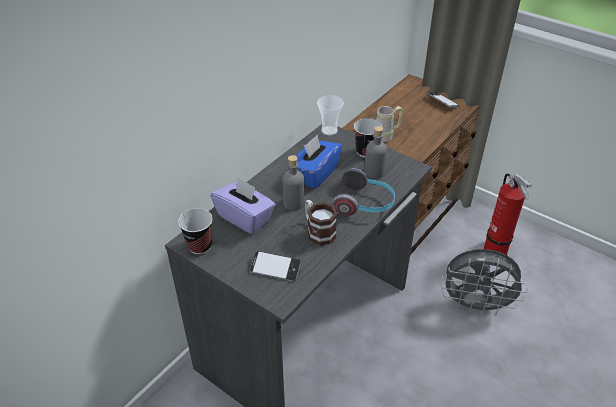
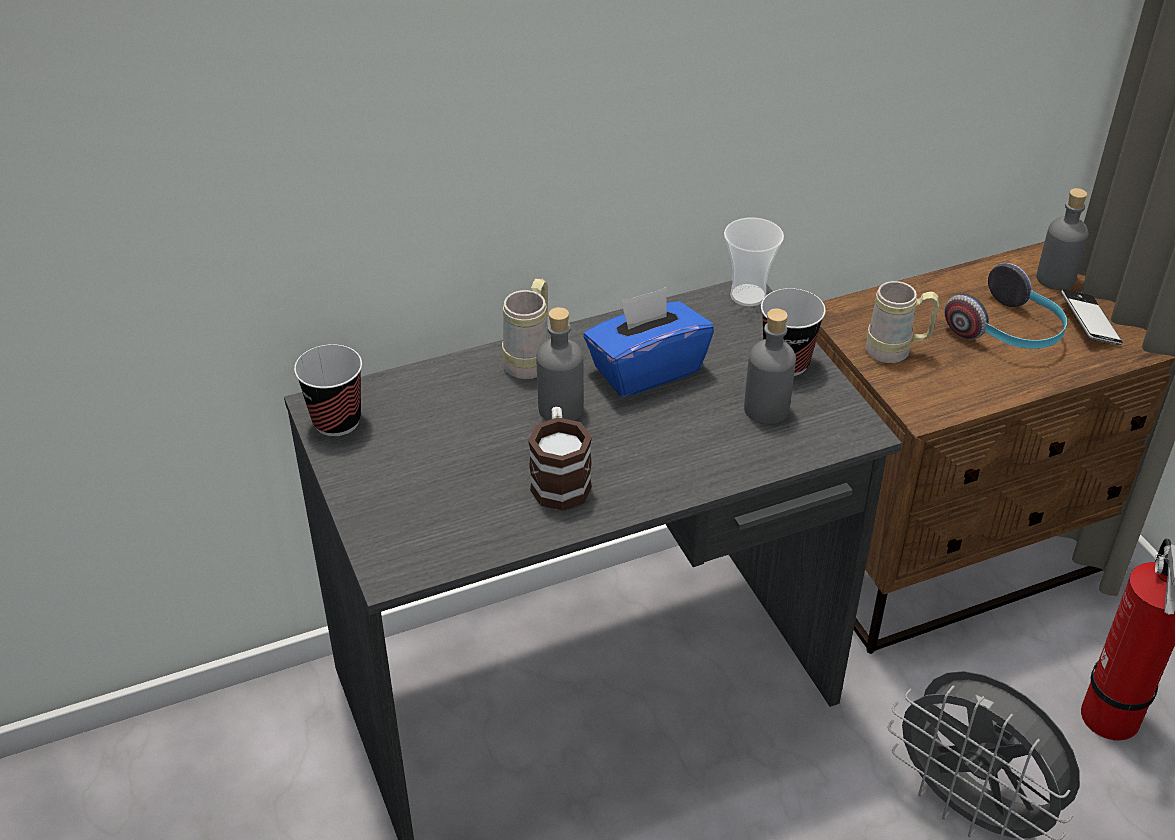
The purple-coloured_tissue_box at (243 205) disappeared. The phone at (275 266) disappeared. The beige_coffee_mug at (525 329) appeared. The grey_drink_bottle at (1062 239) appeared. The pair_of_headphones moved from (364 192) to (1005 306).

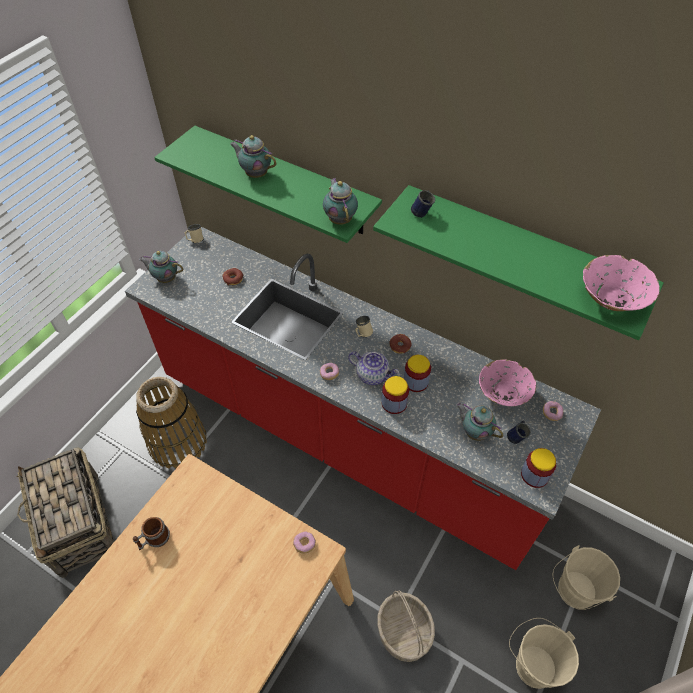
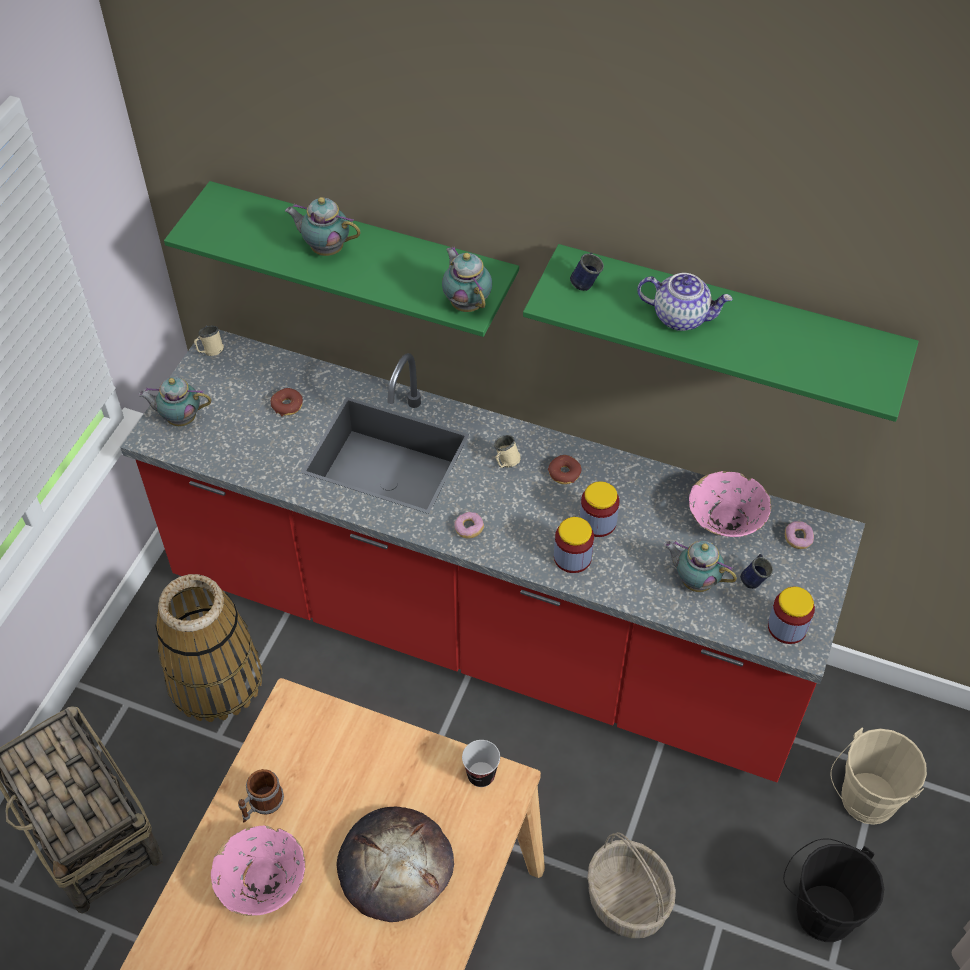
The bread at (395 864) appeared. The pot_for_tea moved from (373 368) to (685 302). The pink_bowl moved from (621 283) to (258 871). The ring_doughnut at (304 542) was replaced by the small_cup at (481 763). The beige_water_bucket at (544 653) became the black-coloured_water_bucket at (833 890).

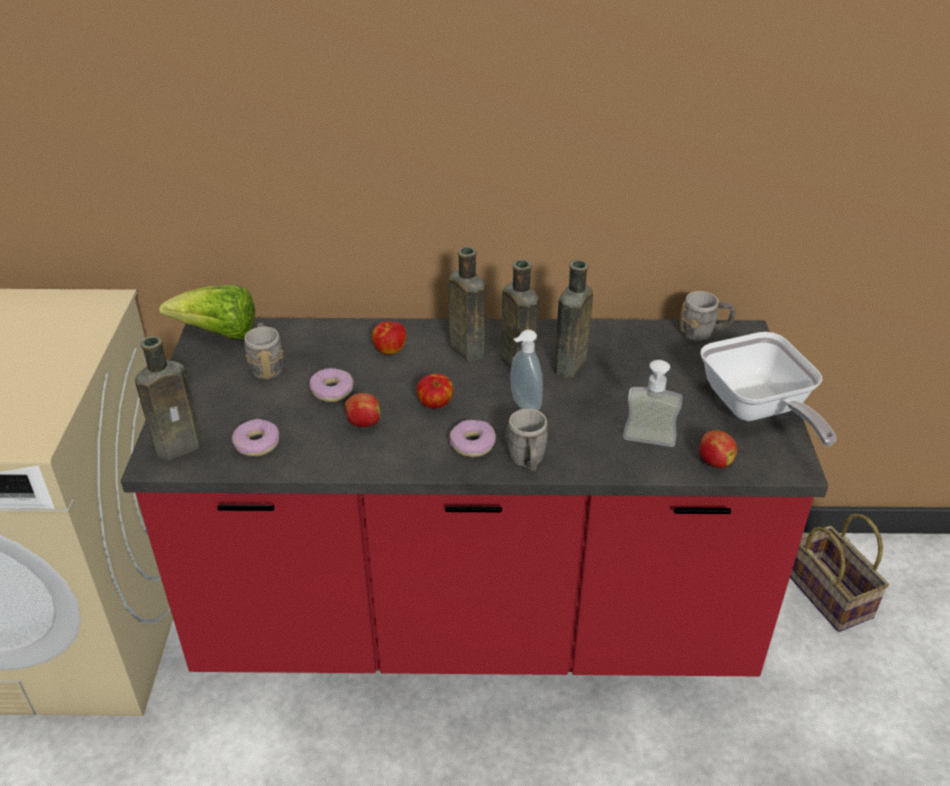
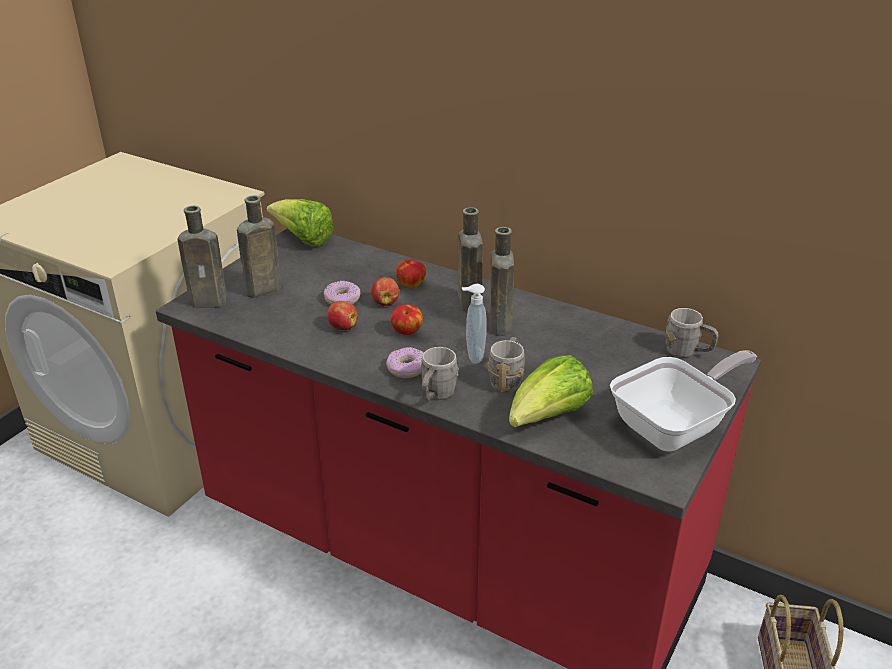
The ring_doughnut at (255 437) disappeared. The grey_coffee_mug moved from (264 351) to (506 365). The brown-coloured_drink_bottle moved from (573 319) to (259 246). The apple moved from (718 449) to (385 291). The liquid_soap_bottle at (652 403) was replaced by the lettuce at (551 391). The pan at (769 389) turned 135 degrees counterclockwise.

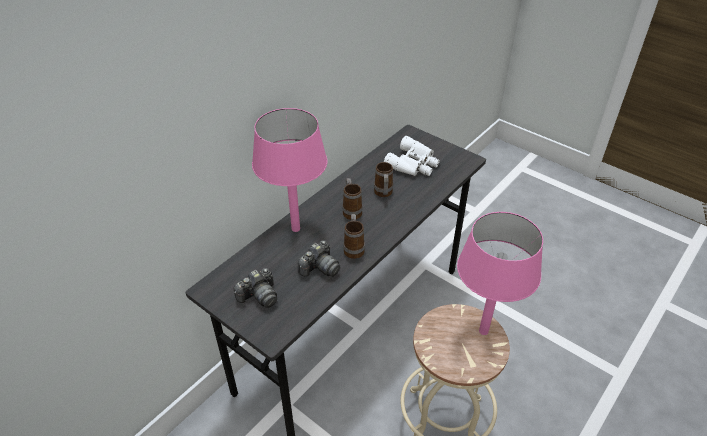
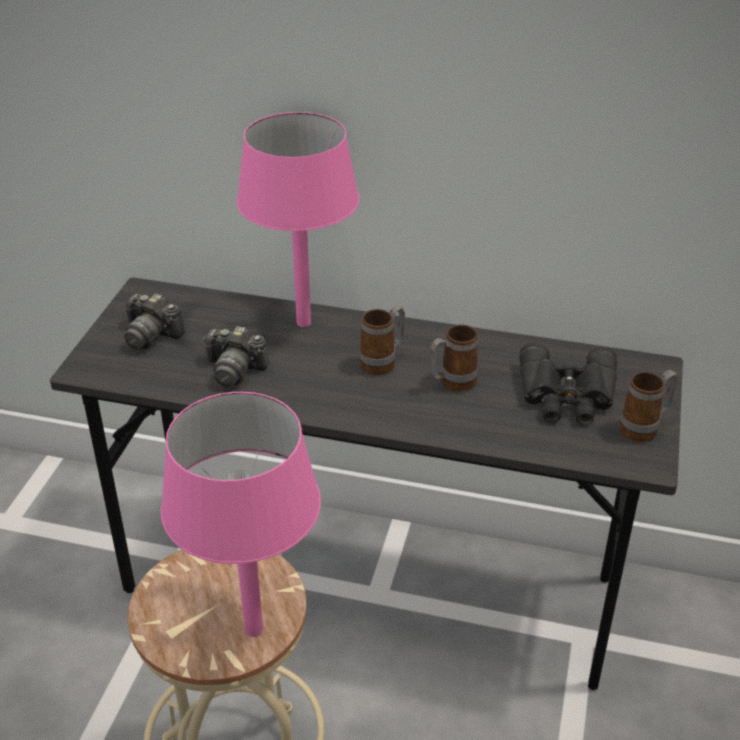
The coffee_mug moved from (354 236) to (648 406). The white_field_glasses at (412 156) became the black-coloured_field_glasses at (568 384).

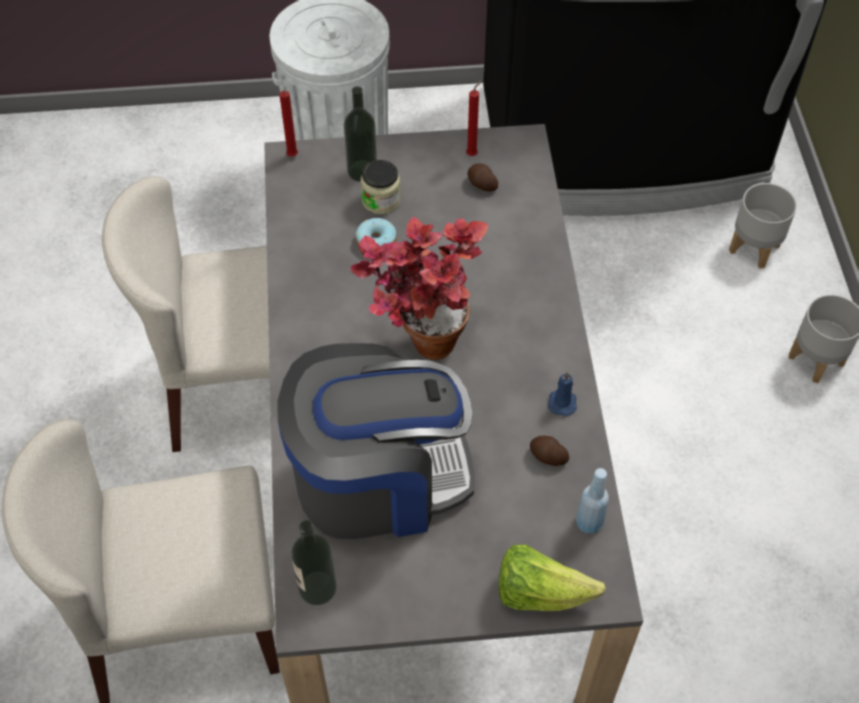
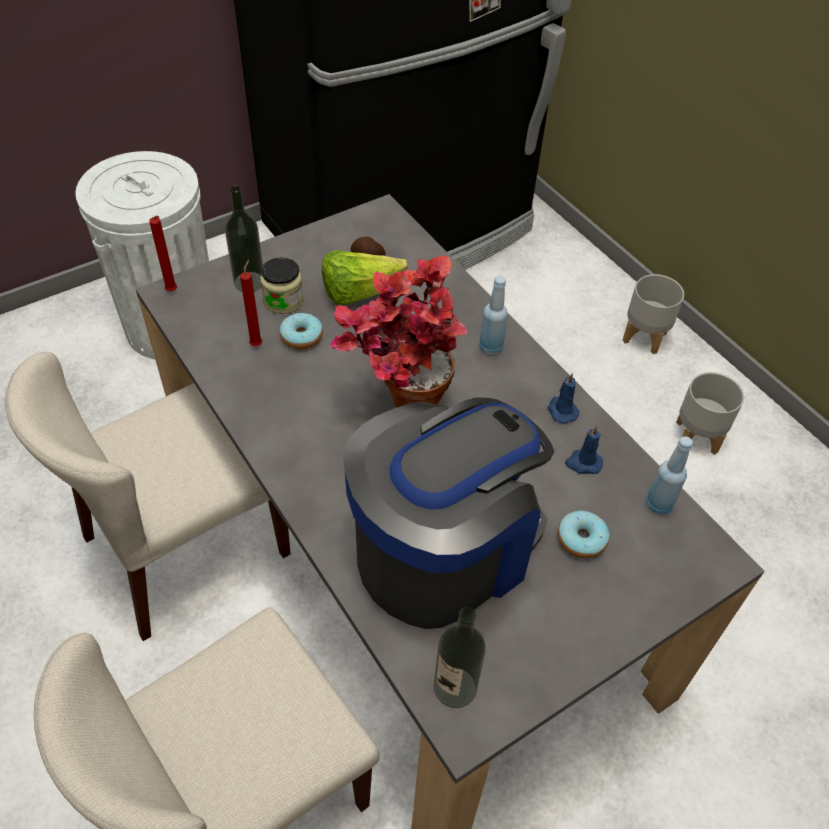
The blue-coloured_drink_bottle at (493 315) appeared. The ring_doughnut at (583 534) appeared. The red-coloured_wax_light moved from (473 118) to (251 302). The lettuce moved from (552 577) to (365 277). The grey_flower_pot moved from (763 226) to (710 413). The spud at (549 450) was replaced by the blue-coloured_wax_light at (584 449).

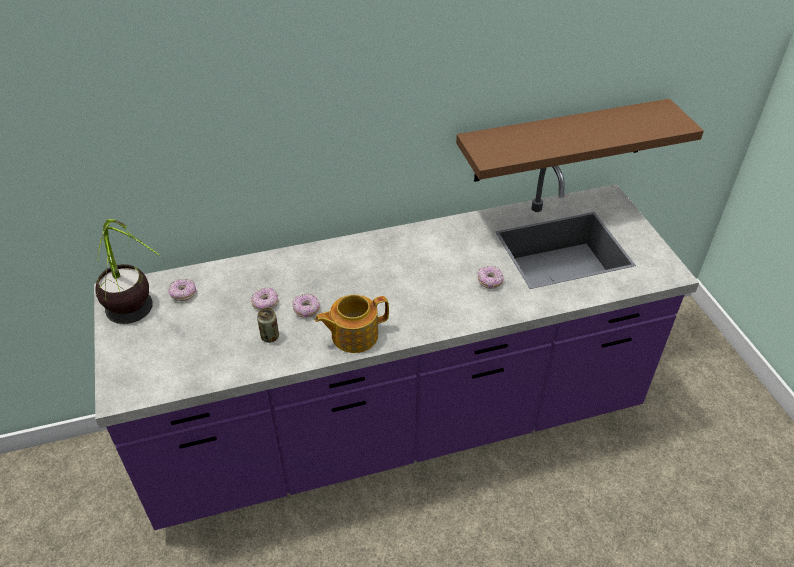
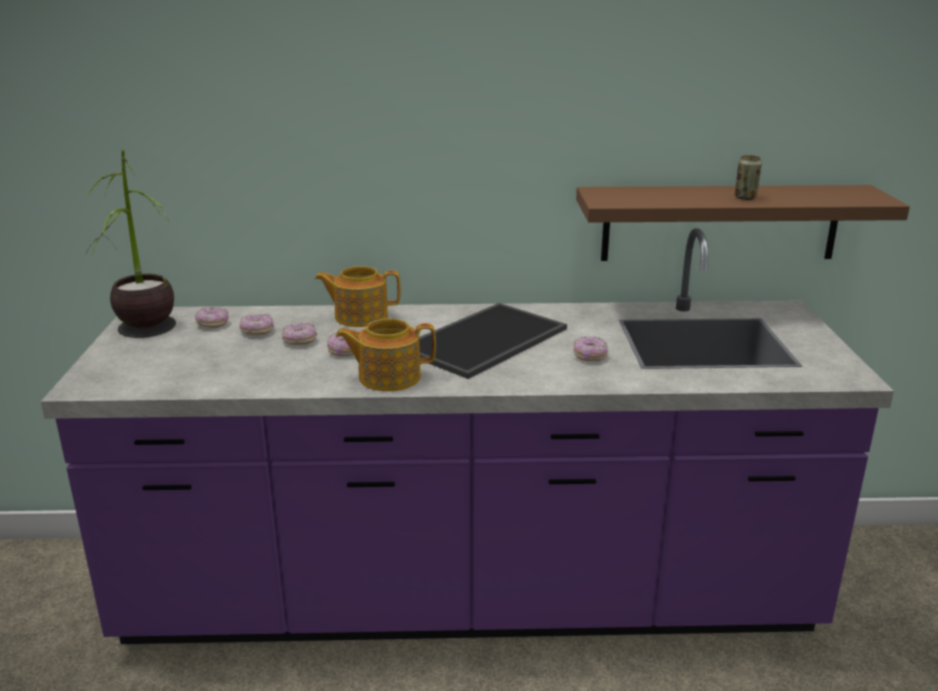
The ring_doughnut at (256 324) appeared. The pot_for_tea at (358 296) appeared. The tray at (493 341) appeared. The can moved from (268 325) to (748 177).

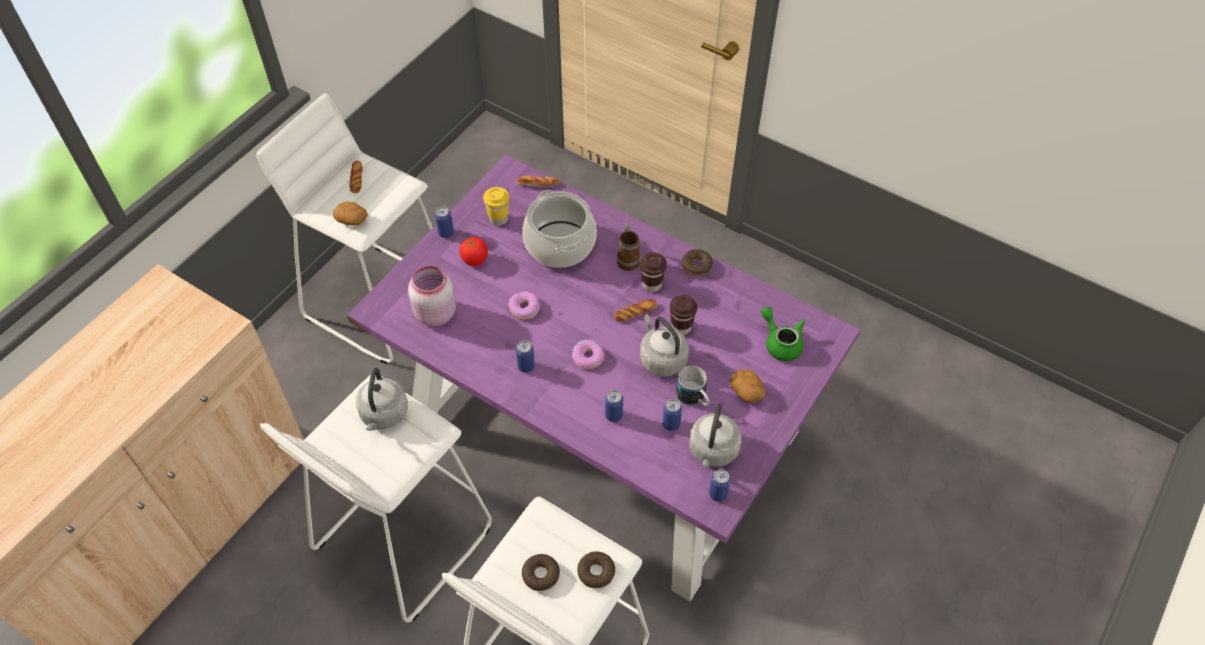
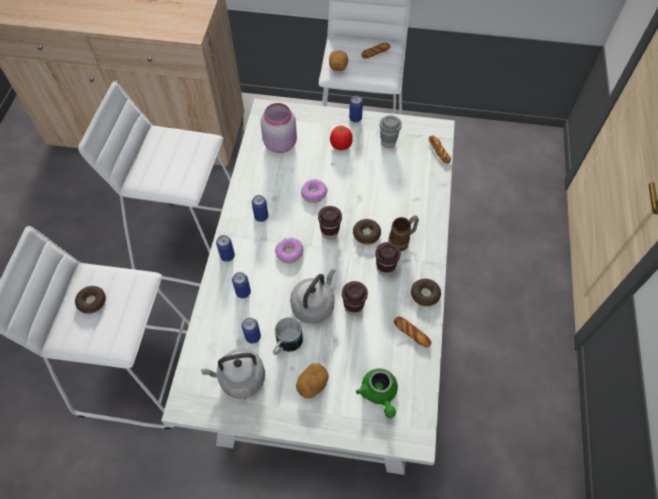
The grey_water_kettle at (382 399) disappeared. The saucepot at (559 229) disappeared. The brown-coloured_small_cup at (330 223) appeared. The ring_doughnut moved from (596 570) to (367 231). The bread moved from (635 310) to (413 332). The can moved from (720 485) to (225 248). The purple-coloured_dining_table at (603 378) became the white_dining_table at (308 286). The yellow_small_cup at (496 206) became the grey_small_cup at (391 131). The green_pot_for_tea at (783 334) turned 135 degrees clockwise.

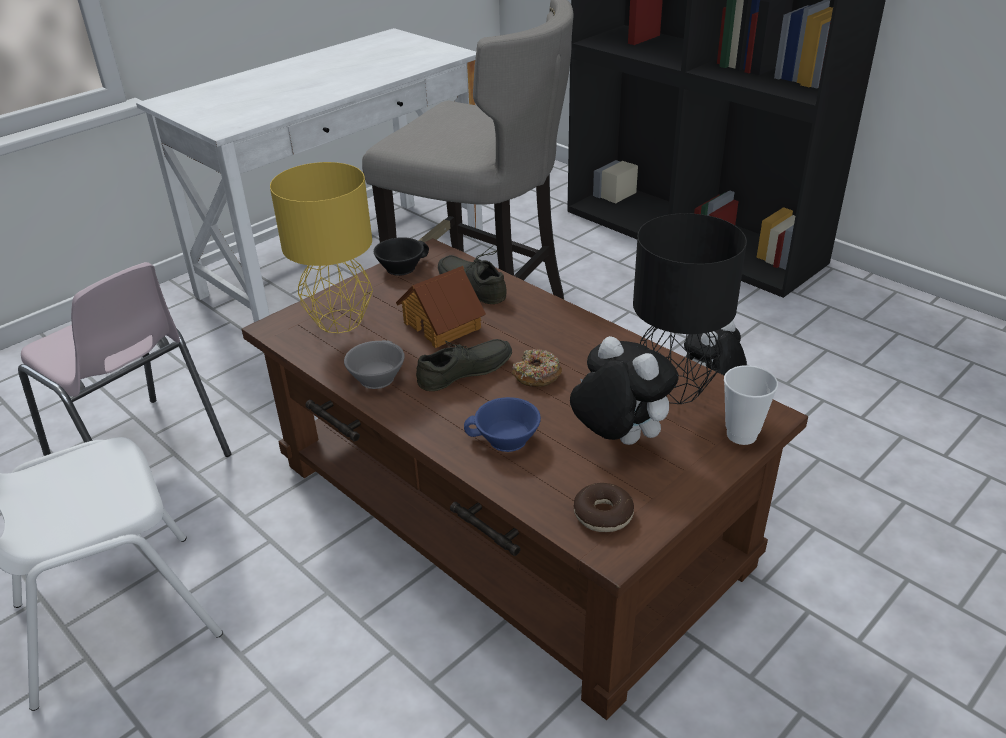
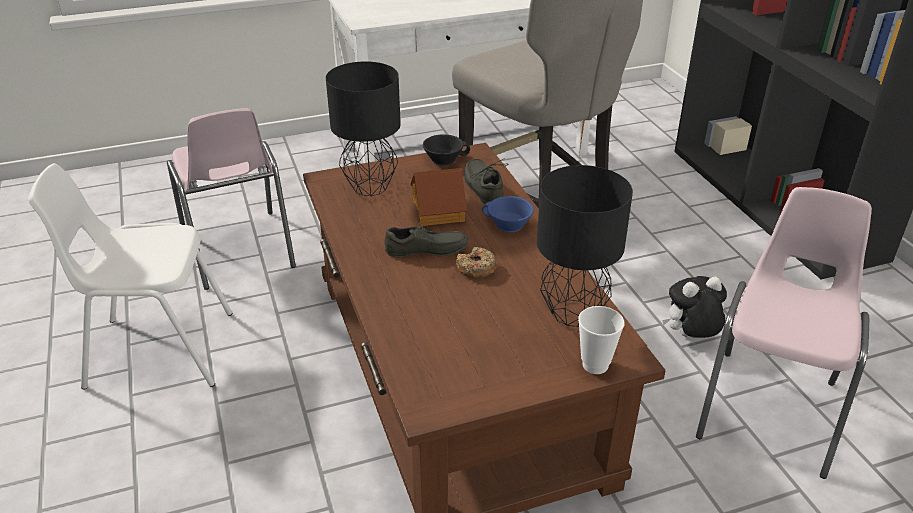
The grey_small_cup at (374 364) disappeared. The cuddly_toy at (624 390) disappeared. The ring_doughnut at (604 507) disappeared. The pink_chair at (784 333) appeared. The blue-coloured_small_cup moved from (502 424) to (508 214). The yellow_table_lamp at (321 247) became the black-coloured_table_lamp at (363 128).

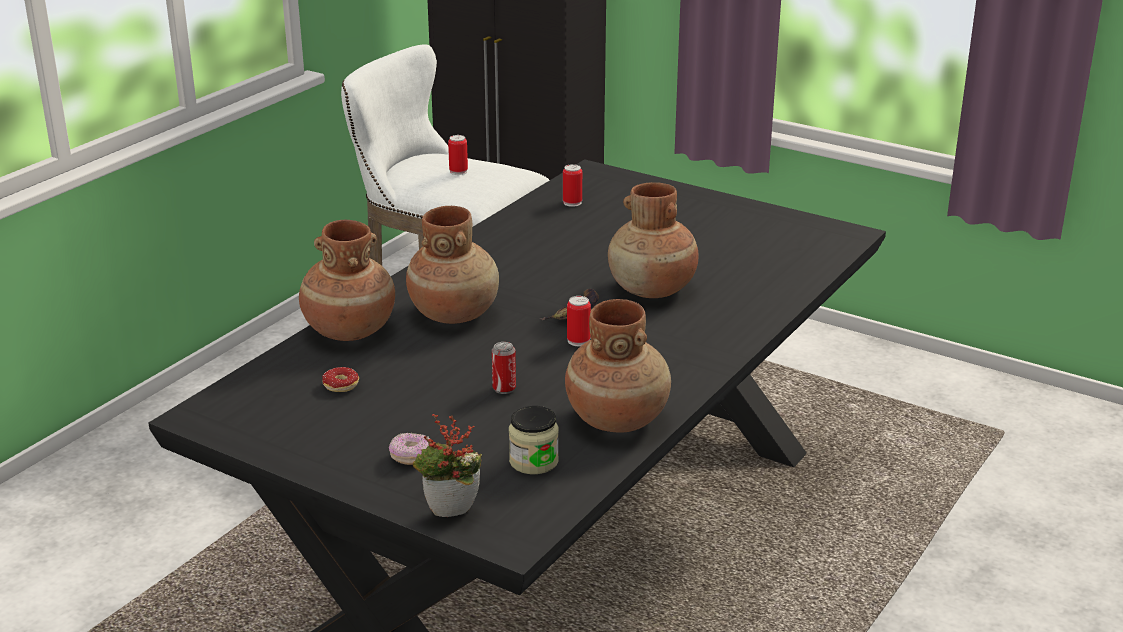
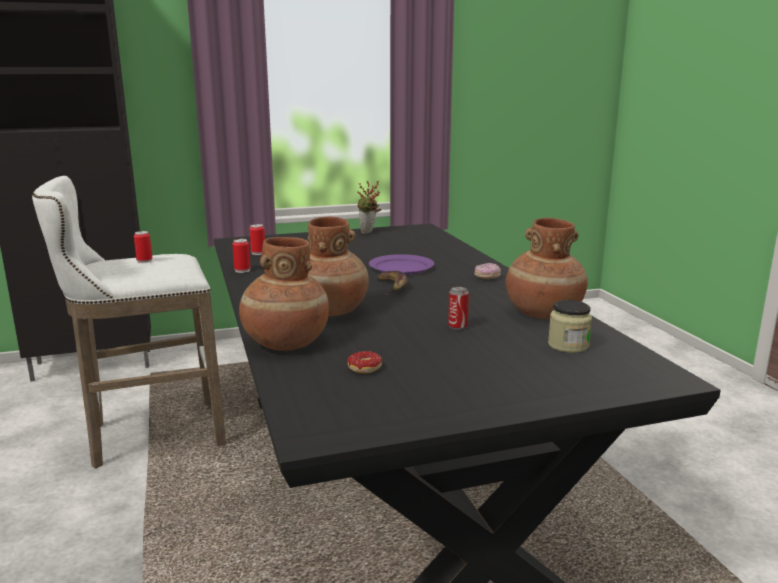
The ring_doughnut moved from (409 449) to (487 271). The potted_plant moved from (447 465) to (369 207). The can moved from (579 321) to (241 256). The brown-coloured_decorative_vase at (653 240) was replaced by the purple-coloured_plate at (401 264).

